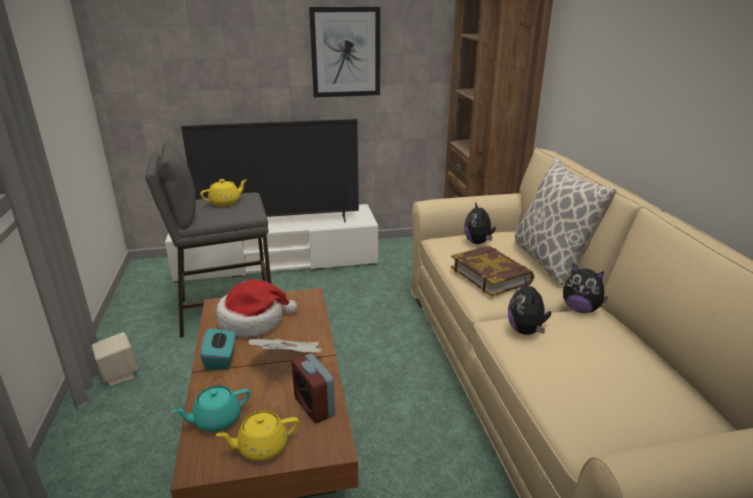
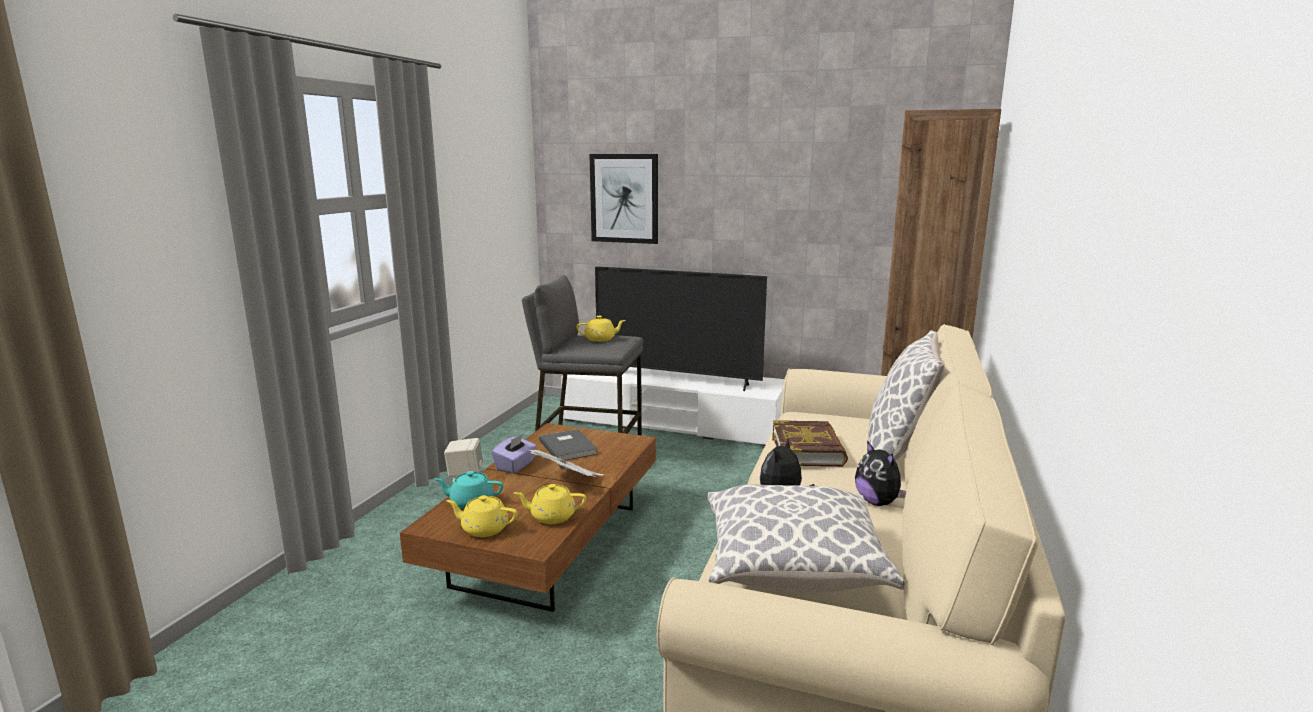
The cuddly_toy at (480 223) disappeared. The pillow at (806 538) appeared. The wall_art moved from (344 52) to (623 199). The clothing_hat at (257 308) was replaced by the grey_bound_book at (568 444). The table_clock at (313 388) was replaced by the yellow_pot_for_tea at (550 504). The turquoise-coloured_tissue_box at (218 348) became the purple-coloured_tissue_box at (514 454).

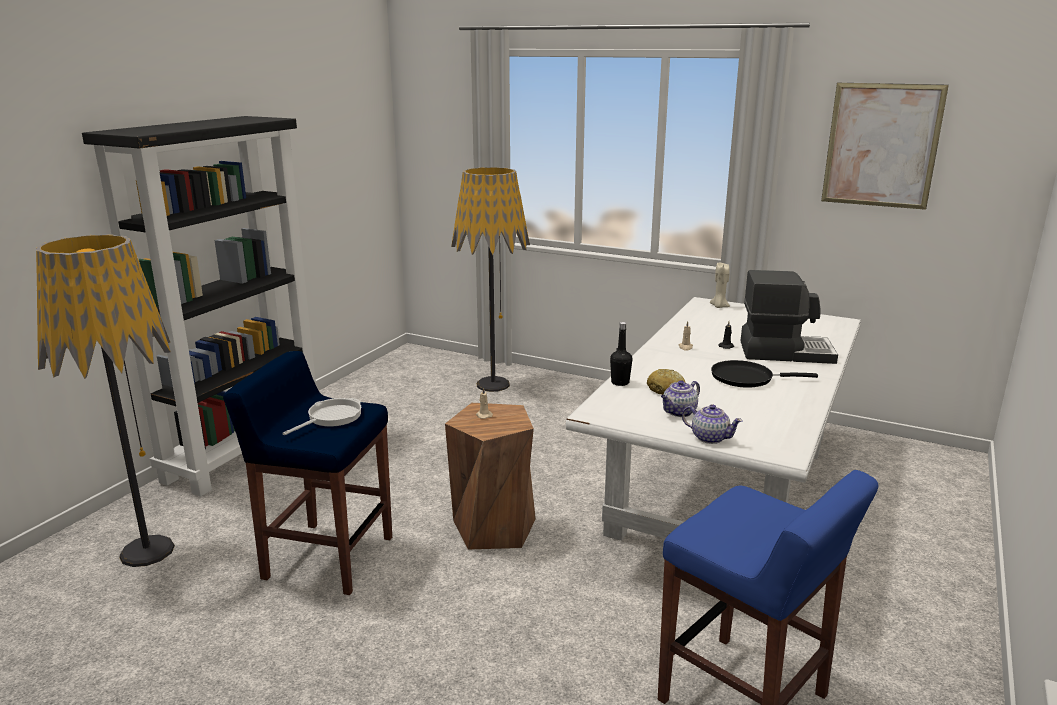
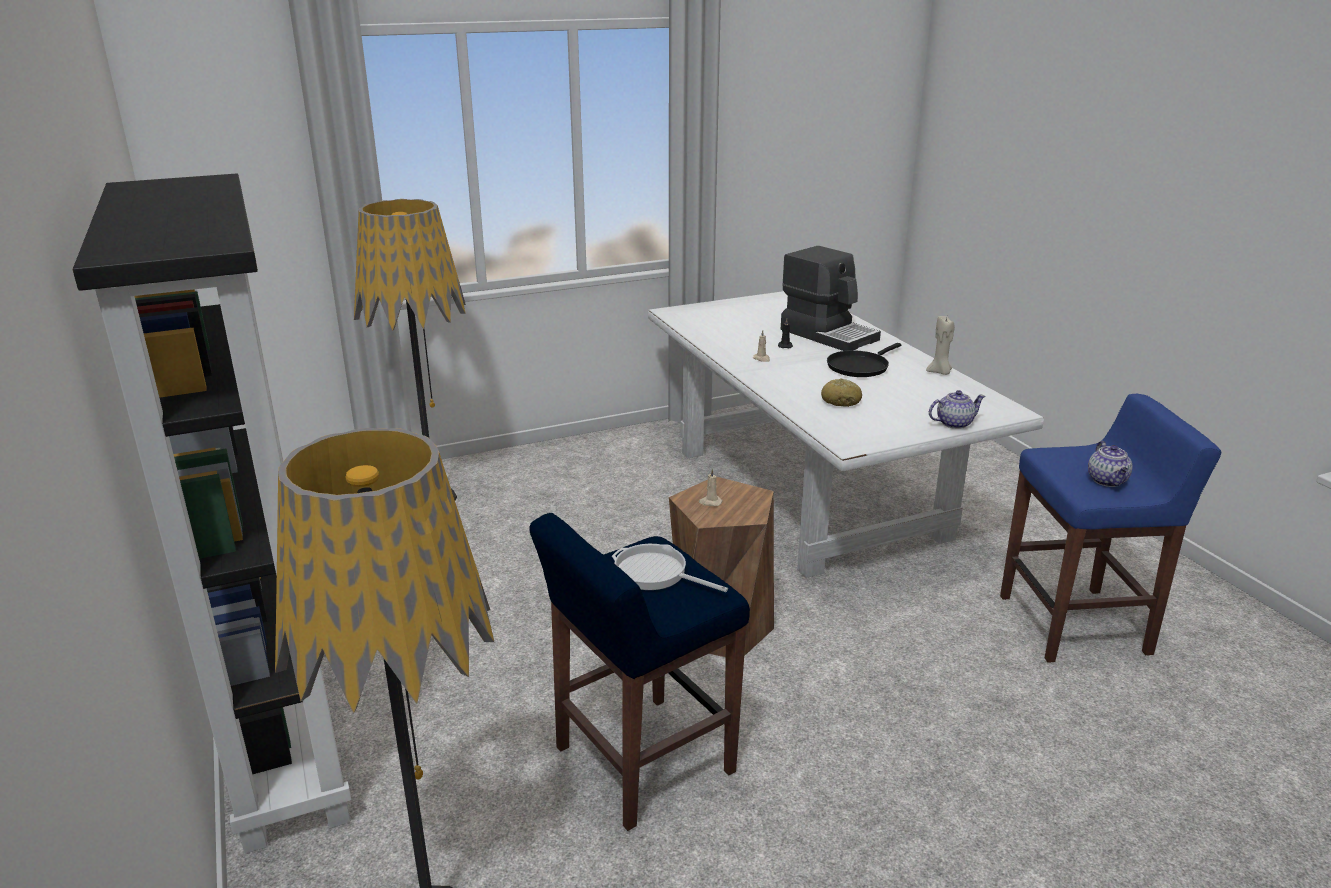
The black-coloured_drink_bottle at (621 354) disappeared. The wall_art at (885 146) disappeared. The pot_for_tea moved from (680 398) to (1110 464). The beige_wax_light moved from (720 285) to (940 345). The pan at (321 416) turned 45 degrees counterclockwise. The coffee_brewer at (789 317) turned 90 degrees clockwise.

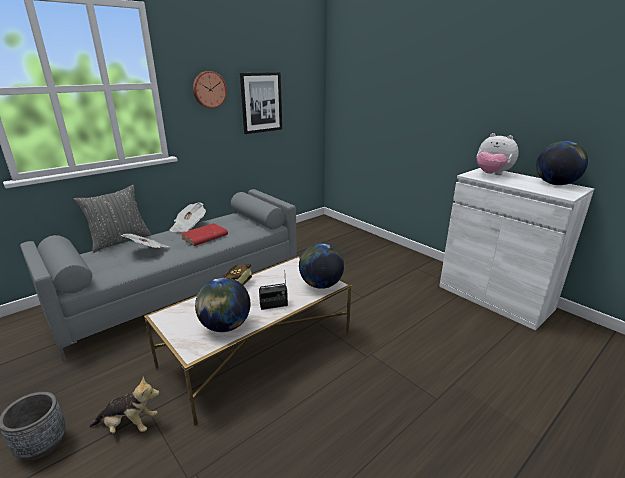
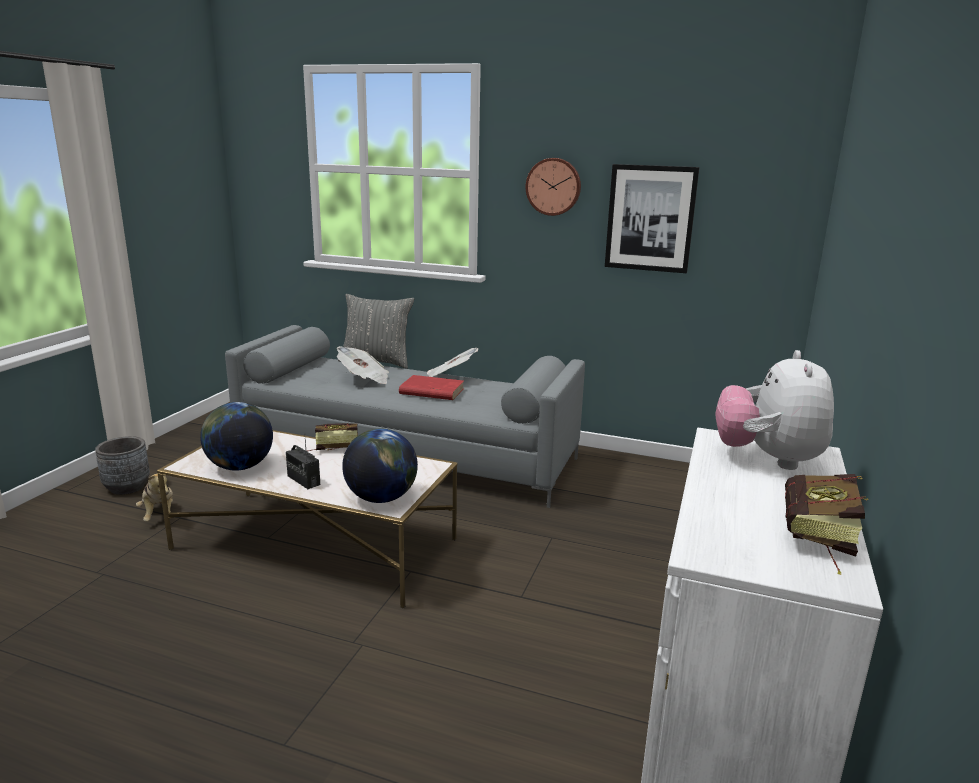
The desk_globe at (562 163) was replaced by the bound_book at (826 524).

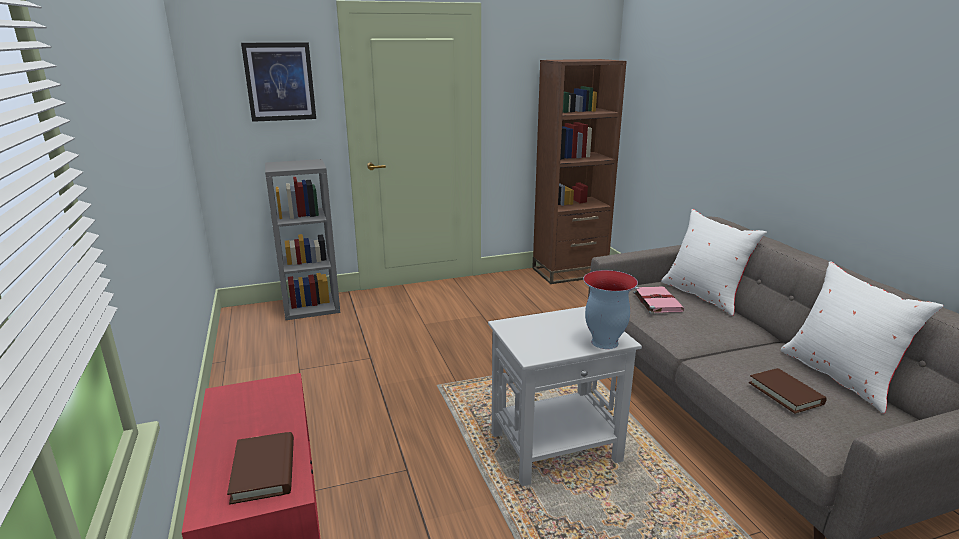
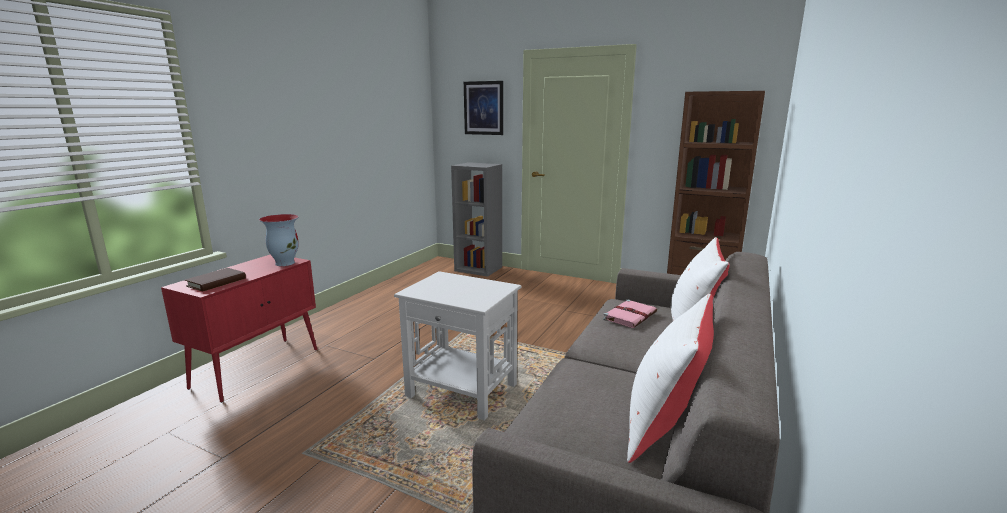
The brown-coloured_bound_book at (788 391) disappeared. The decorative_vase moved from (610 309) to (279 240).

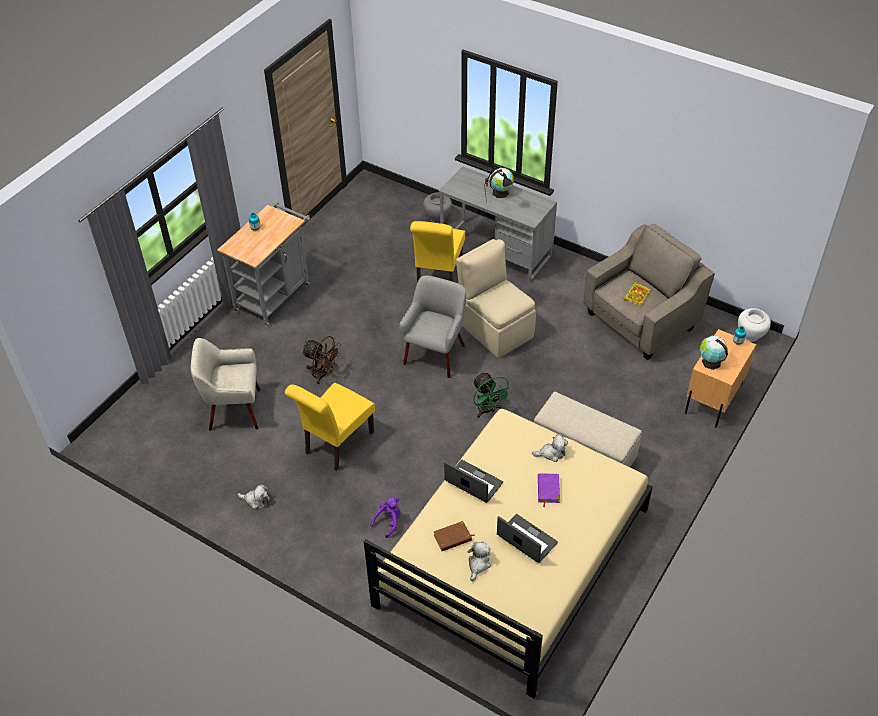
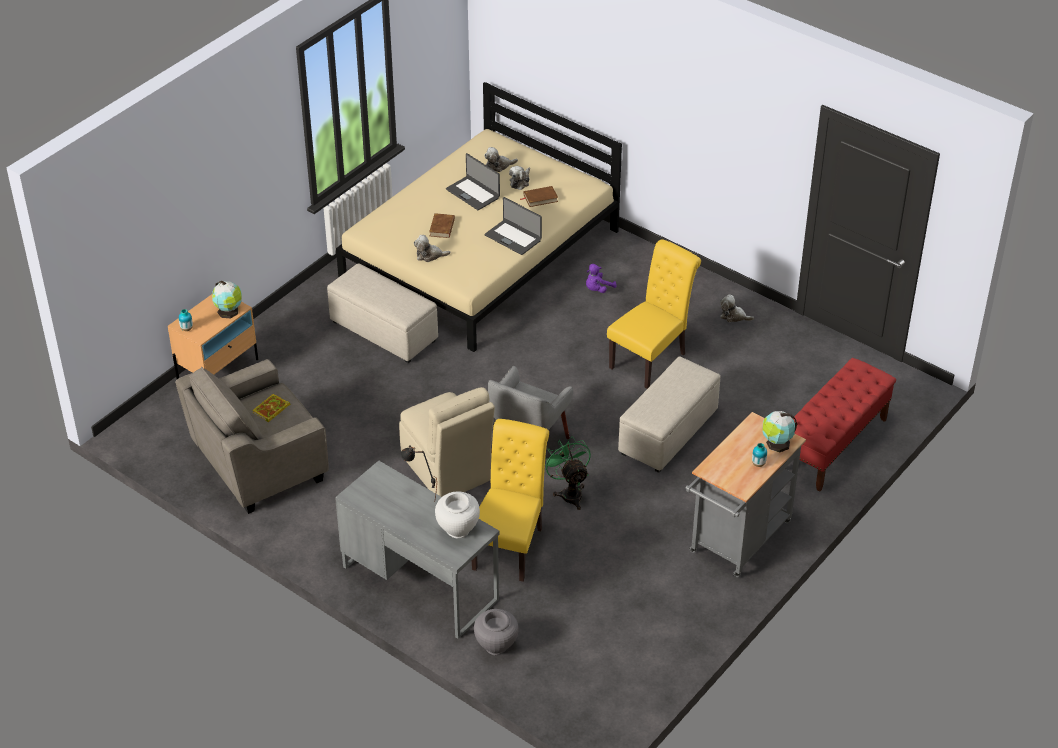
The beige_armchair at (226 384) disappeared. The cuddly_toy at (501 159) appeared. The red-coloured_long_seat at (840 425) appeared. The green_fan moved from (492 395) to (568 473). The desk_globe moved from (501 183) to (779 431). The white_decorative_vase moved from (754 325) to (457 514). The brown-coloured_fan at (321 360) was replaced by the beige_footrest at (669 414). The purple-coloured_bound_book at (549 490) became the brown-coloured_bound_book at (442 225).

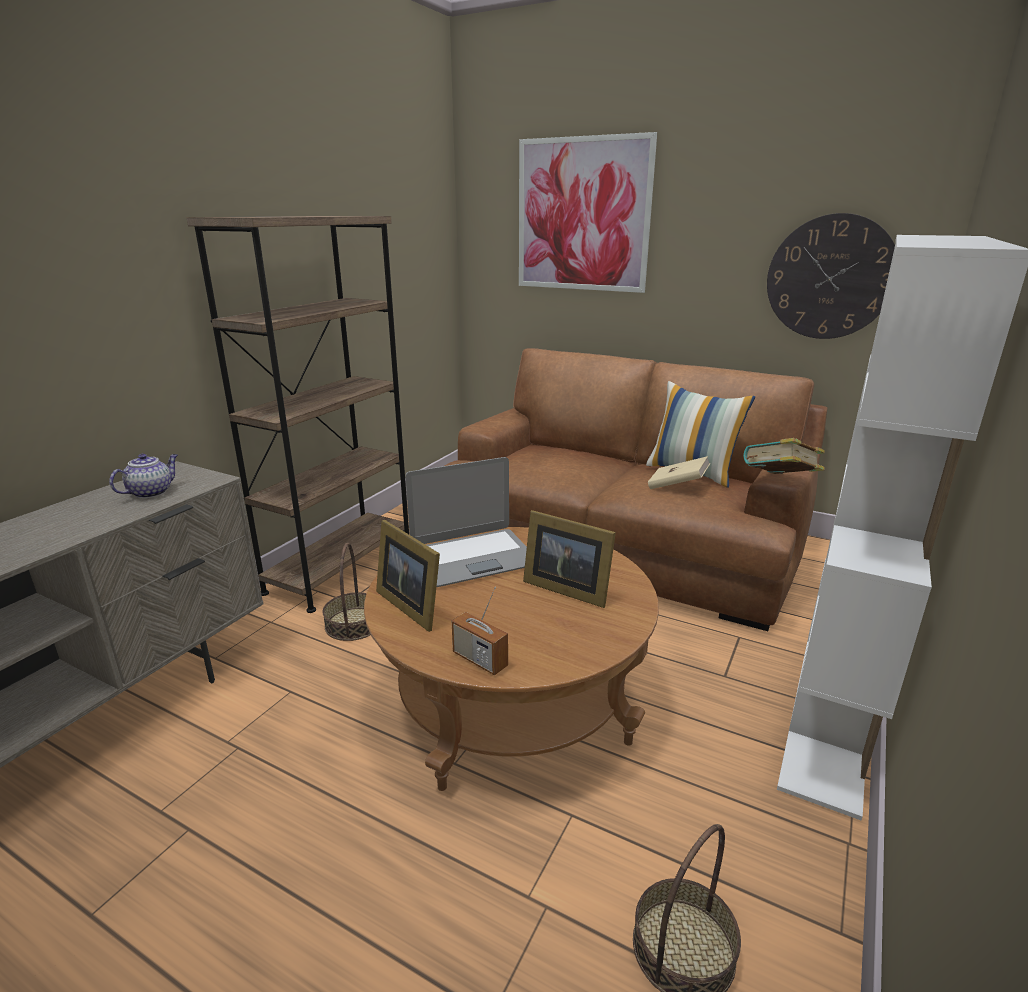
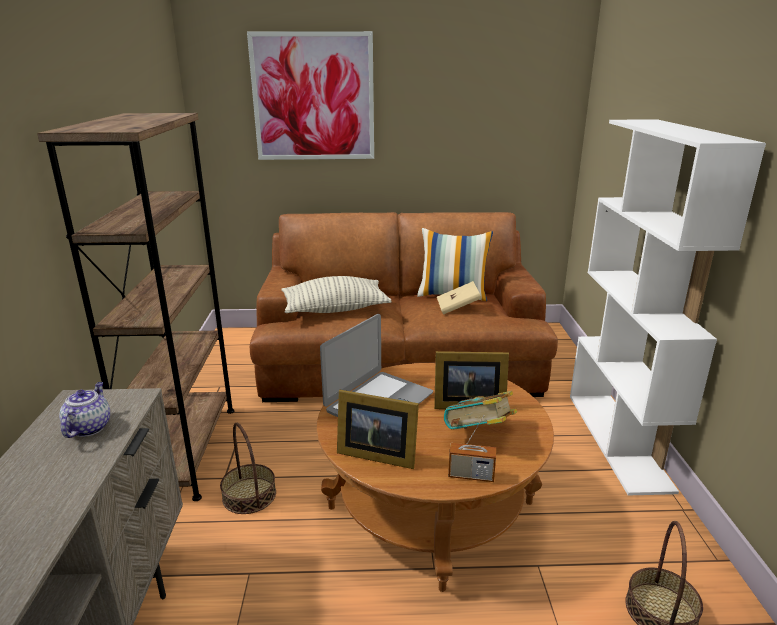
The wall_clock at (831 276) disappeared. The pillow at (336 294) appeared. The bound_book moved from (784 456) to (480 410).

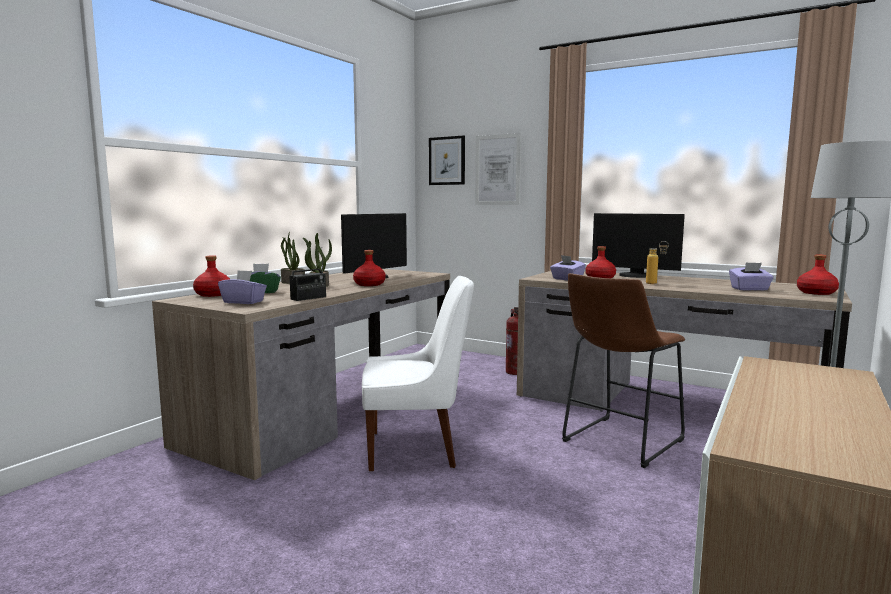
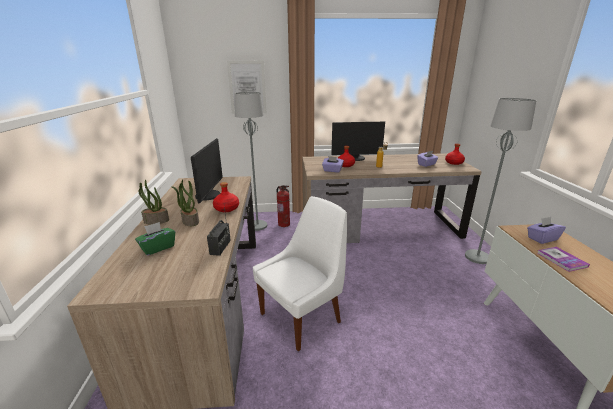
The red-coloured_drink_bottle at (211 276) disappeared. The wall_art at (447 160) disappeared. The brown-coloured_stool at (623 370) disappeared. The grey_standard_lamp at (250 161) appeared. The bound_book at (563 259) appeared. The purple-coloured_tissue_box moved from (242 287) to (546 230).

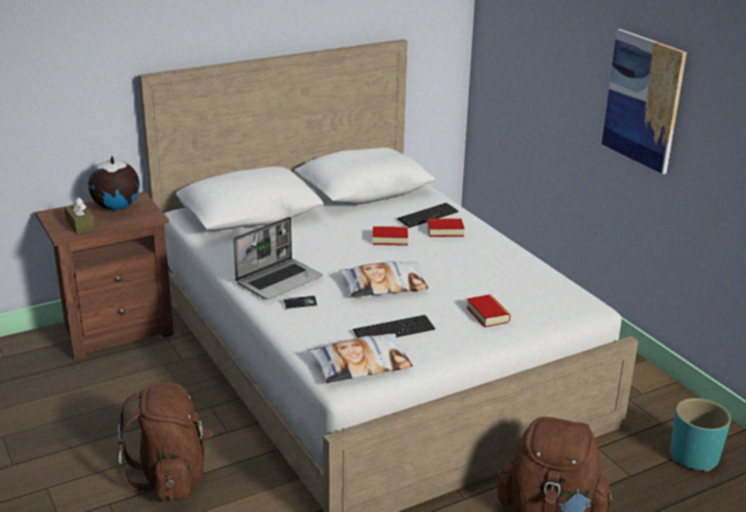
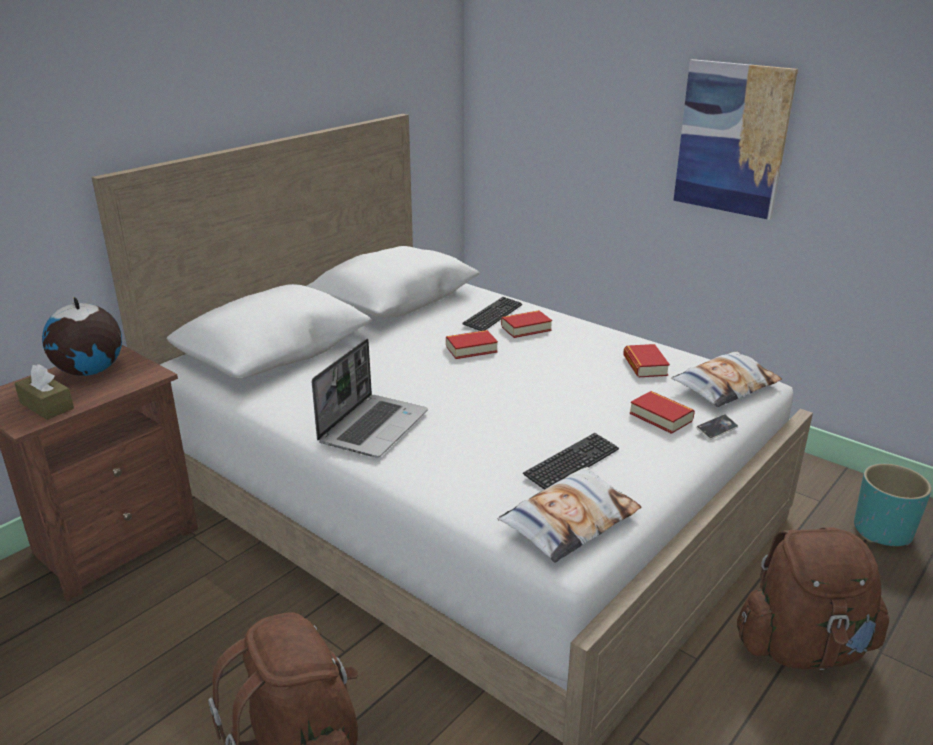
The bound_book at (646 360) appeared. The phone moved from (300 303) to (717 427). The pillow moved from (383 279) to (726 379).

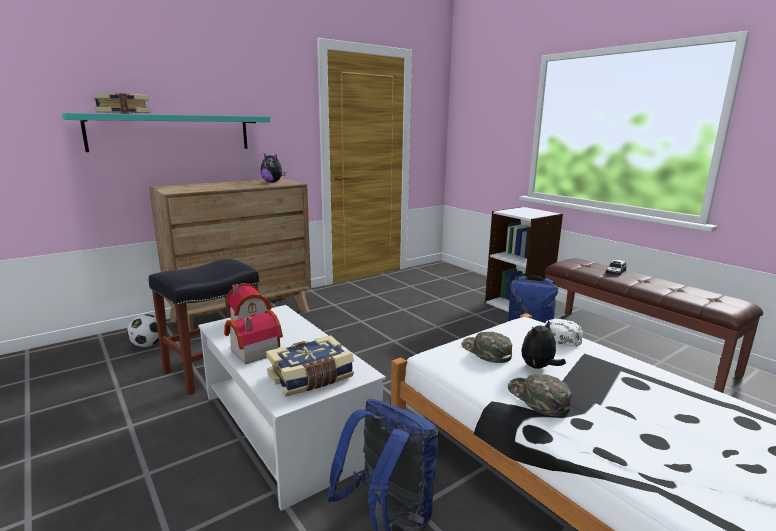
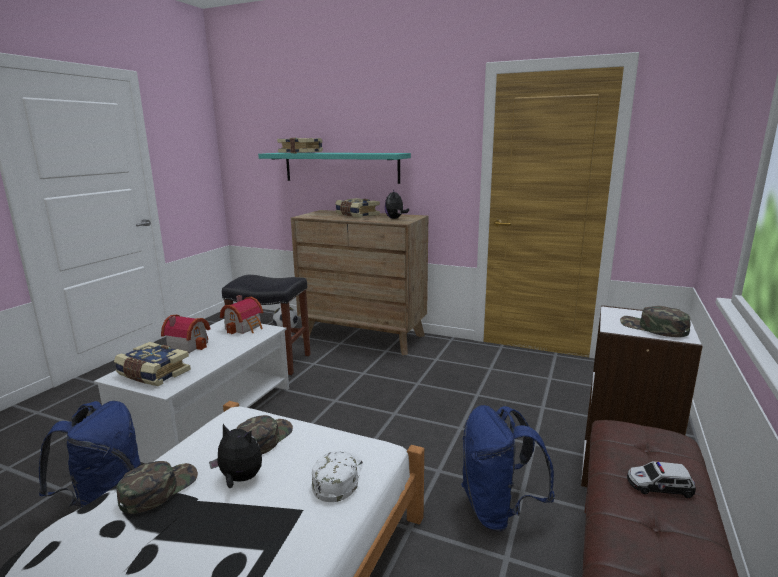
The bound_book at (357 208) appeared. The green_peaked_cap at (655 321) appeared.

